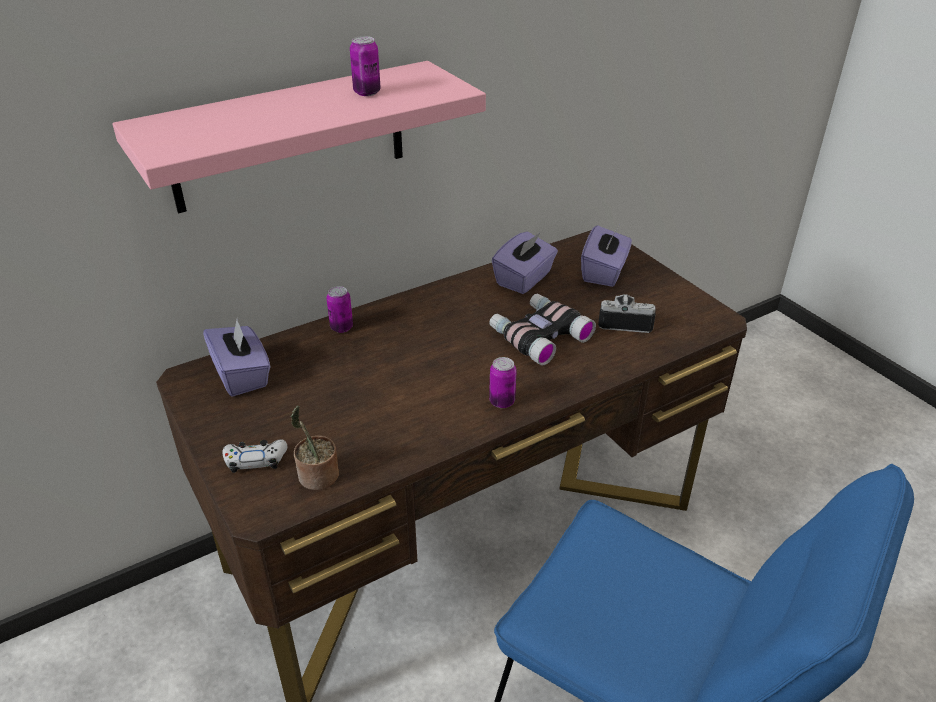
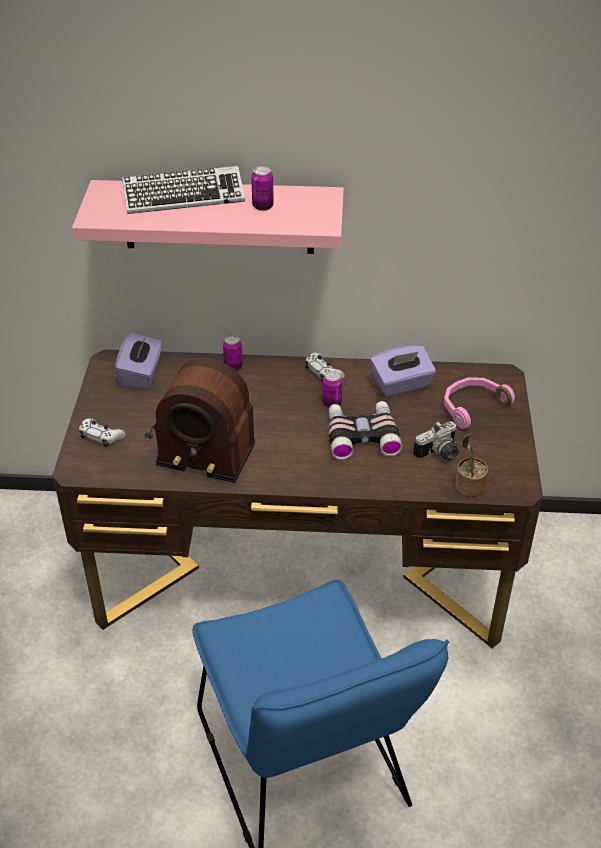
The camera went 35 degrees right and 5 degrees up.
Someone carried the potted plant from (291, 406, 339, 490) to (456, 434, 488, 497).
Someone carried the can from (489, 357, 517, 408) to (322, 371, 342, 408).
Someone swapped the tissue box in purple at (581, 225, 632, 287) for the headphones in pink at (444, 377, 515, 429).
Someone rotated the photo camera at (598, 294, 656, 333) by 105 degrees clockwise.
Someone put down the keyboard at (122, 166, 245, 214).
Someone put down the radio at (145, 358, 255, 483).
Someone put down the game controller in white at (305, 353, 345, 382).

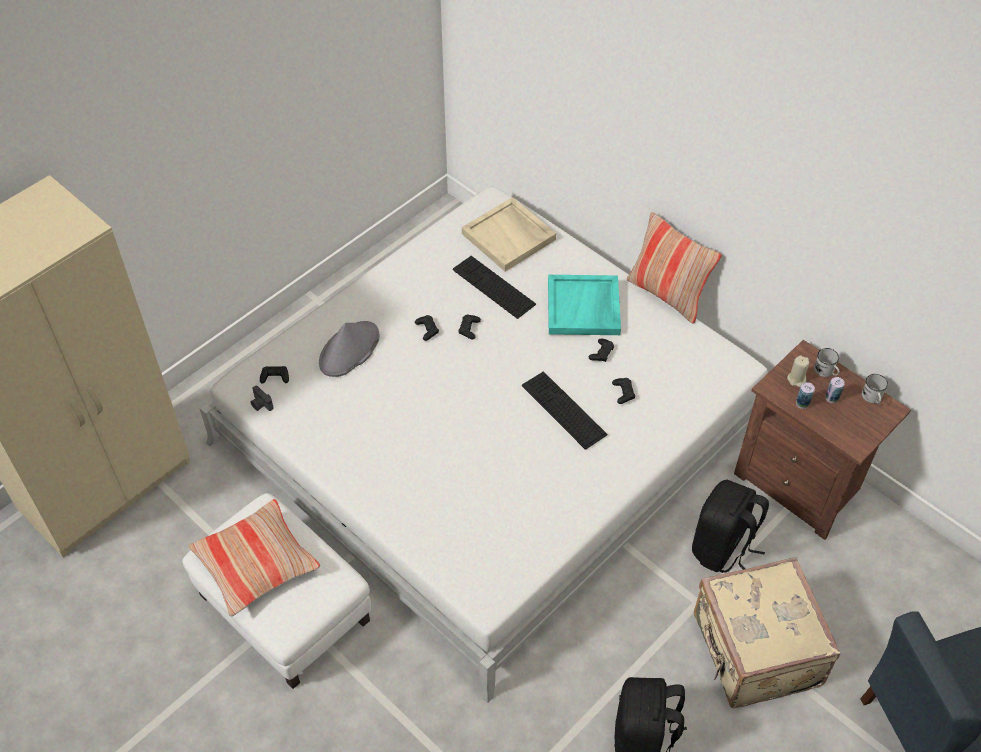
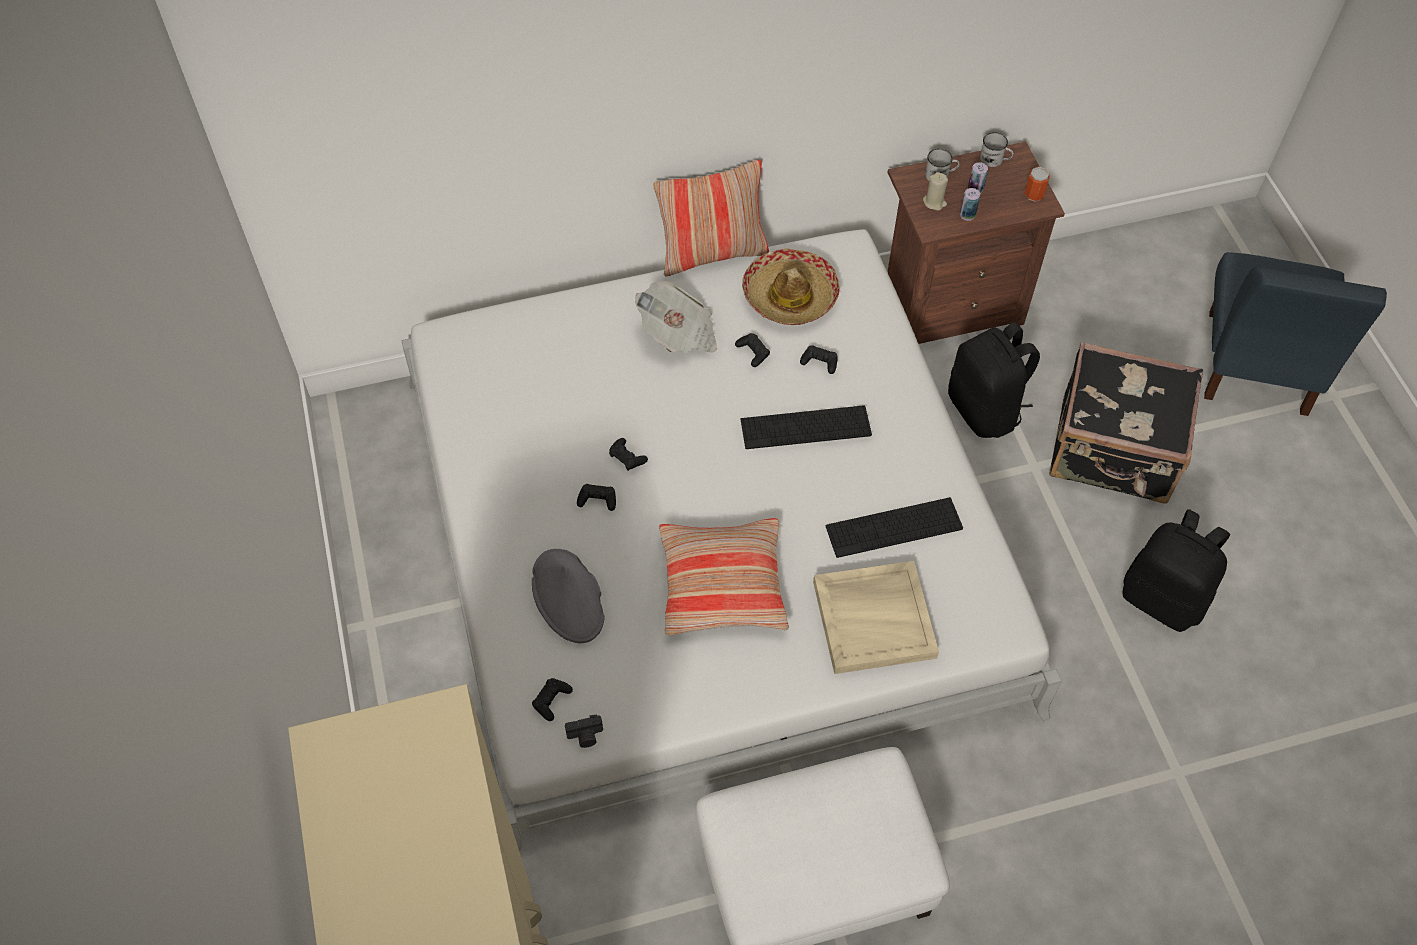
The camera went 60 degrees left and 5 degrees up.
Someone carried the pillow from (189, 499, 320, 617) to (659, 518, 789, 635).
Someone carried the keyboard from (453, 256, 536, 319) to (826, 497, 963, 558).
Someone carried the tray in beige from (462, 197, 556, 271) to (813, 561, 939, 674).
Someone swapped the tray in turquoise at (548, 275, 621, 335) for the newspaper at (635, 281, 717, 355).
Someone repainted the suitcase in beige at (694, 557, 840, 708), which became the suitcase in black at (1049, 342, 1203, 504).
Someone put down the hat at (742, 248, 840, 325).
Someone put down the can at (1024, 167, 1050, 202).

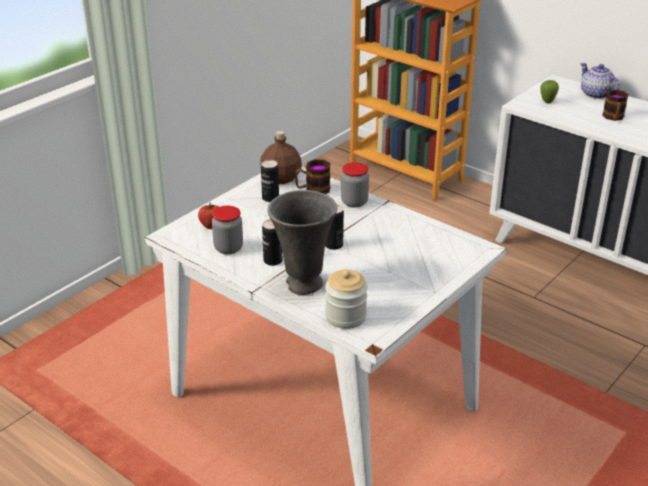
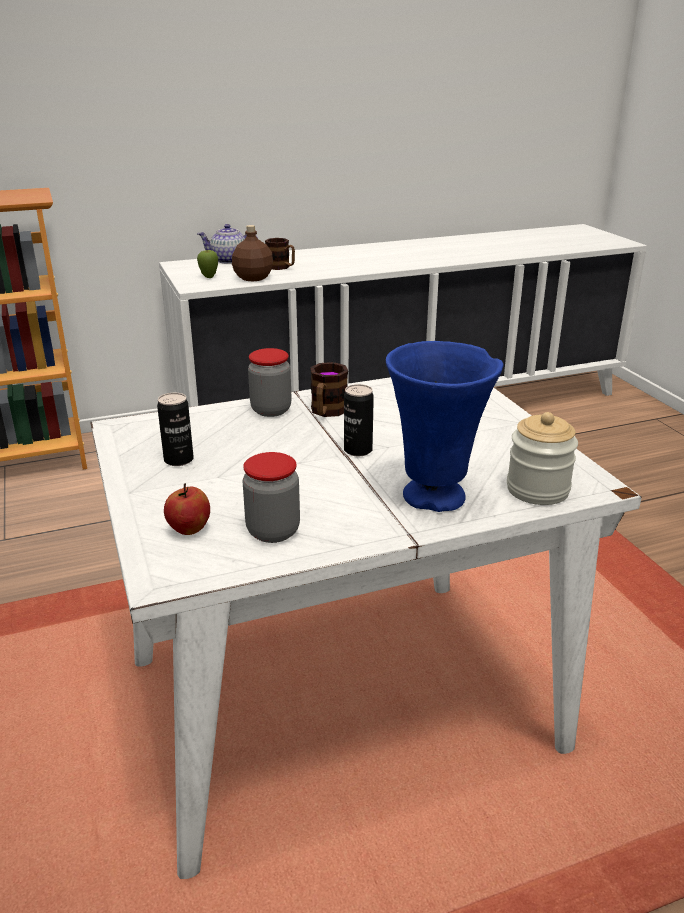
The camera went 60 degrees left and 5 degrees down.
Someone carried the bottle in brown from (260, 131, 302, 184) to (232, 225, 273, 281).
Someone took away the can at (262, 219, 282, 266).
Someone repainted the vase in grey at (267, 190, 337, 295), which became the vase in blue at (386, 341, 504, 512).
Someone carried the mug from (295, 159, 331, 194) to (310, 362, 348, 417).

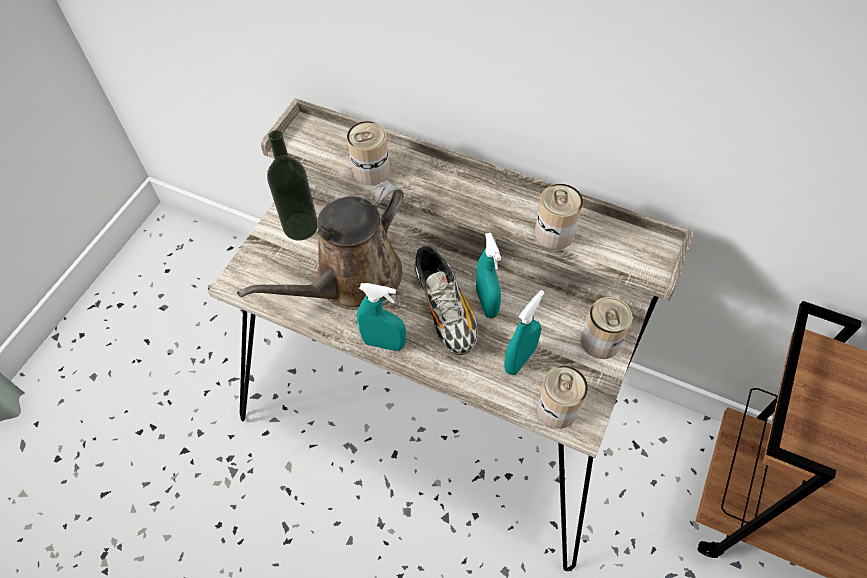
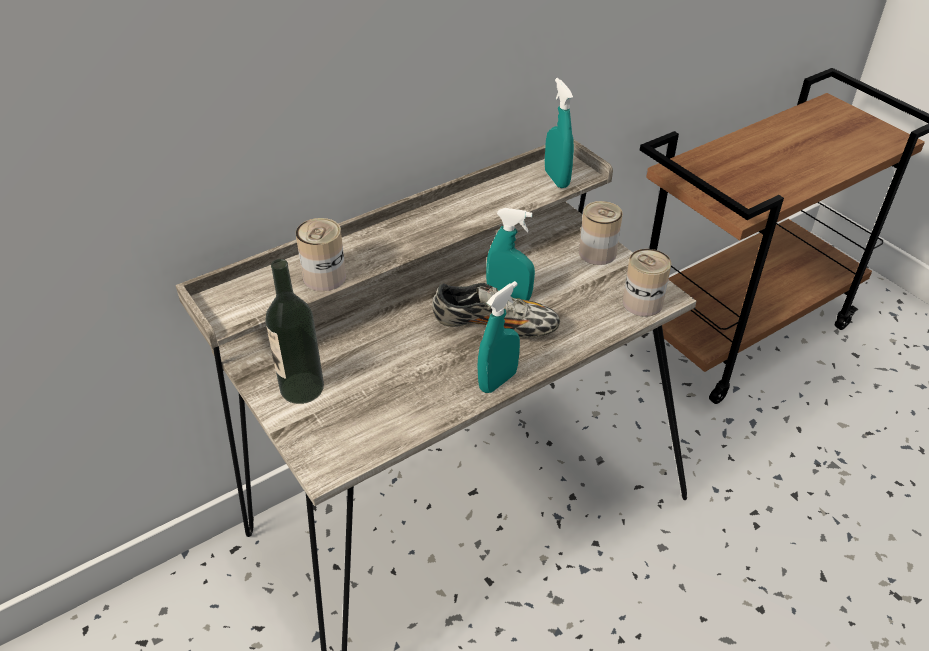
The camera went 60 degrees left and 15 degrees down.
Someone took away the watering can in brown at (237, 181, 404, 310).
Someone carried the spray bottle in turquoise from (504, 290, 545, 375) to (545, 78, 574, 188).
Someone took away the can at (535, 184, 583, 250).

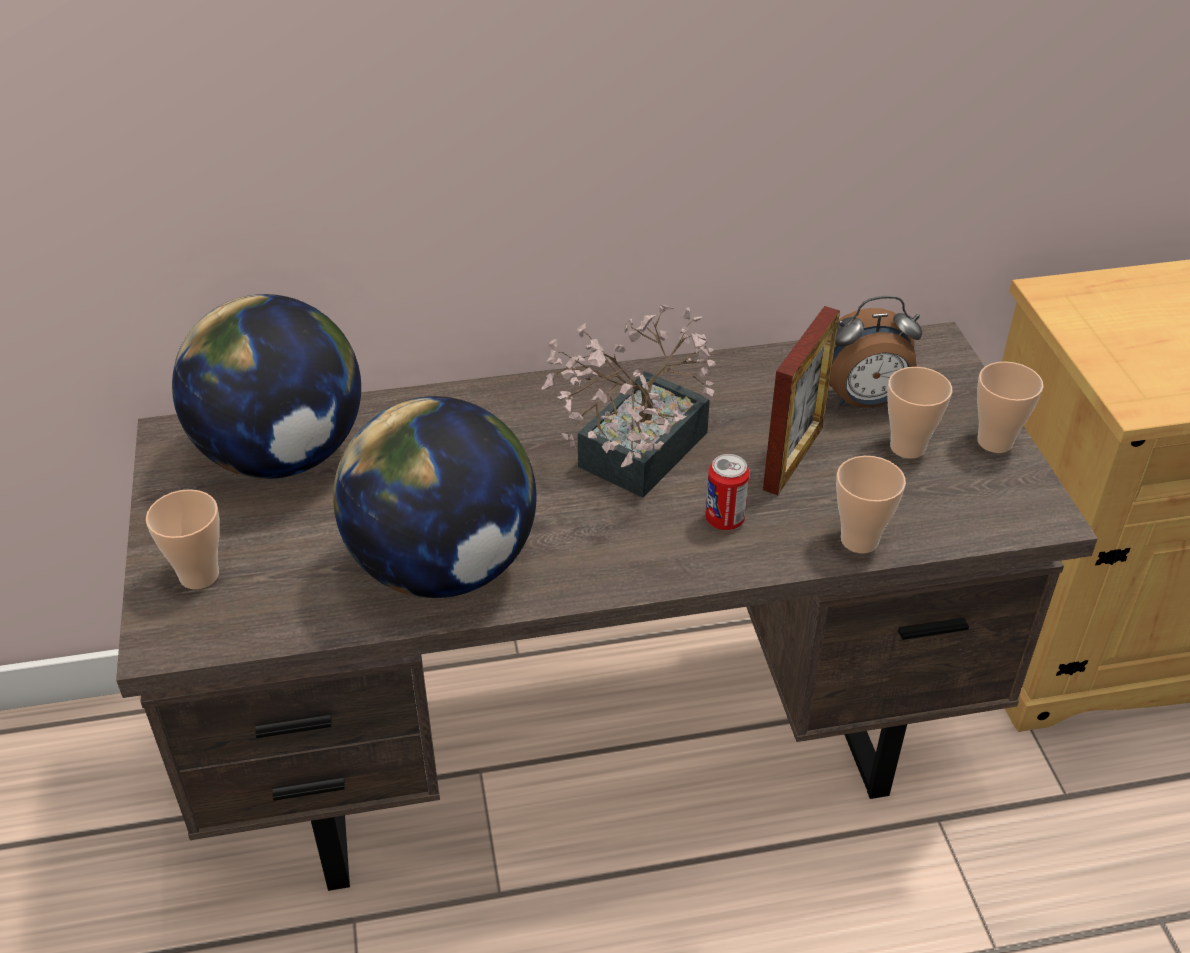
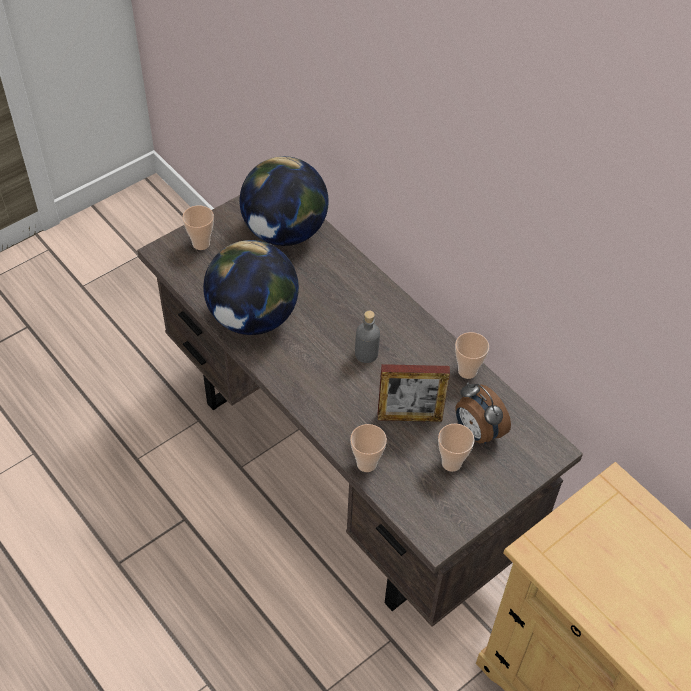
The camera went 60 degrees right and 10 degrees up.
Someone swapped the potted plant at (541, 304, 715, 498) for the bottle in grey at (355, 311, 380, 363).
Someone took away the can at (705, 454, 749, 530).
Someone carried the cup from (977, 362, 1043, 453) to (455, 332, 489, 379).

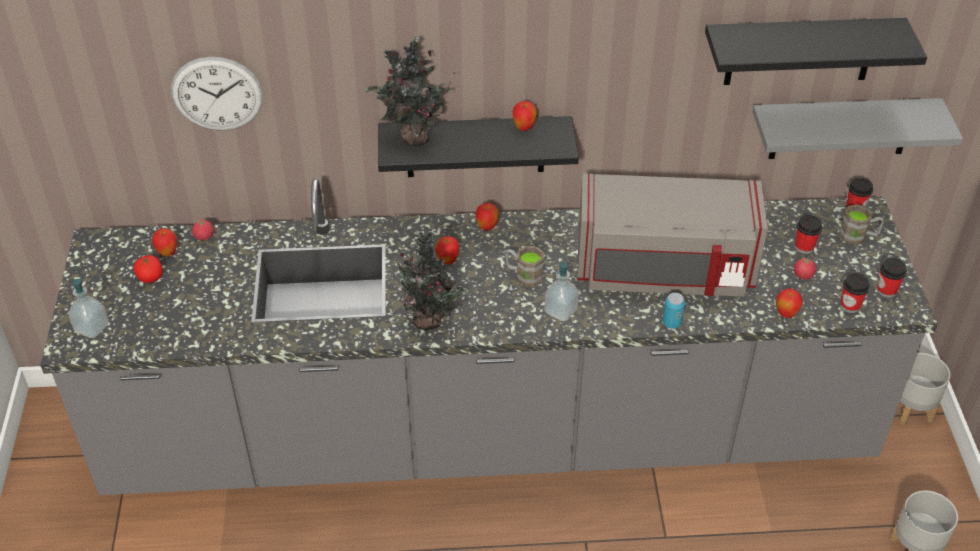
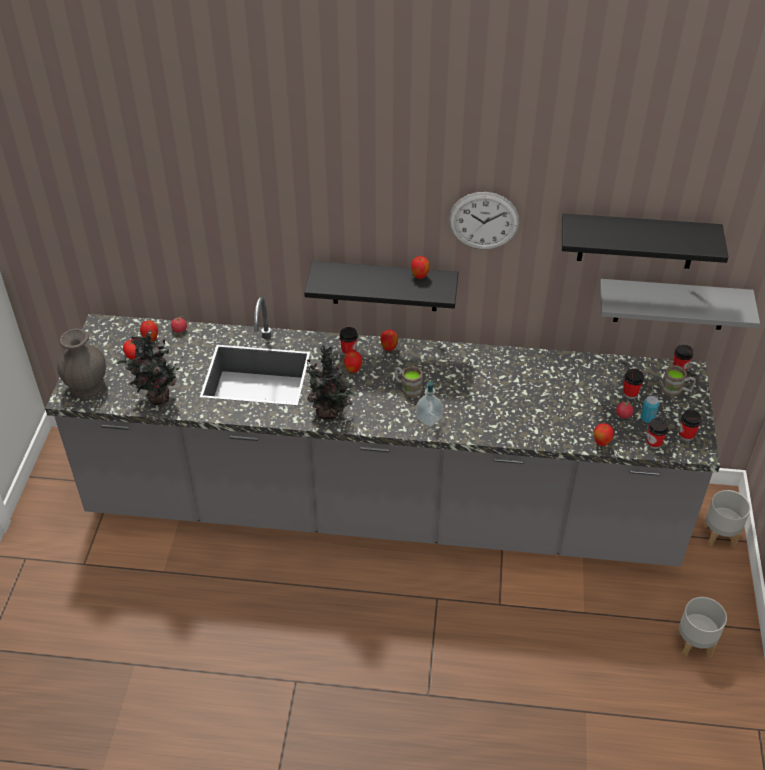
The camera went 10 degrees right and 0 degrees up.
Someone swapped the soap dispenser at (68, 277, 109, 338) for the vase in grey at (57, 329, 106, 399).
Someone carried the wall clock from (171, 56, 263, 131) to (449, 192, 519, 249).
Someone carried the potted plant from (365, 35, 455, 147) to (116, 330, 181, 405).
Someone took away the microwave in grey at (577, 174, 768, 297).
Someone carried the can from (663, 293, 685, 329) to (641, 396, 659, 423).
Someone put down the cup at (339, 327, 358, 356).

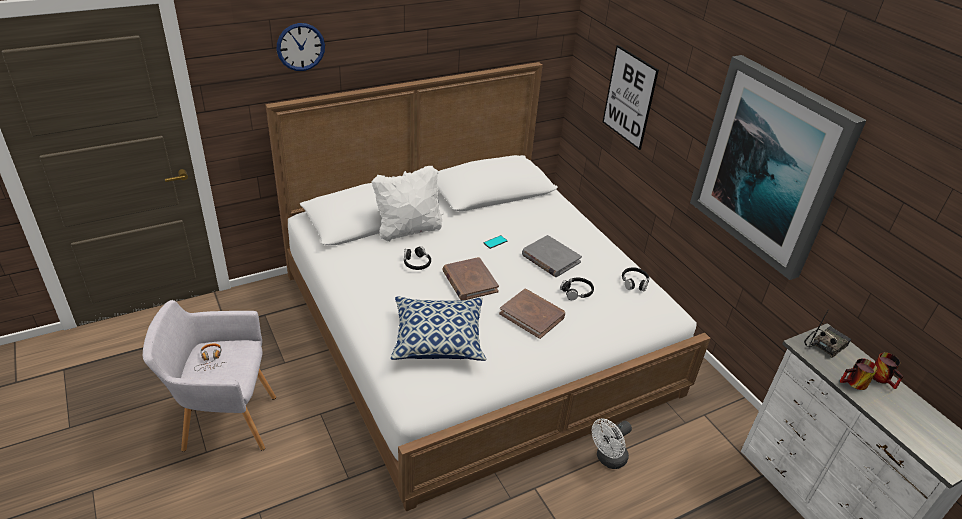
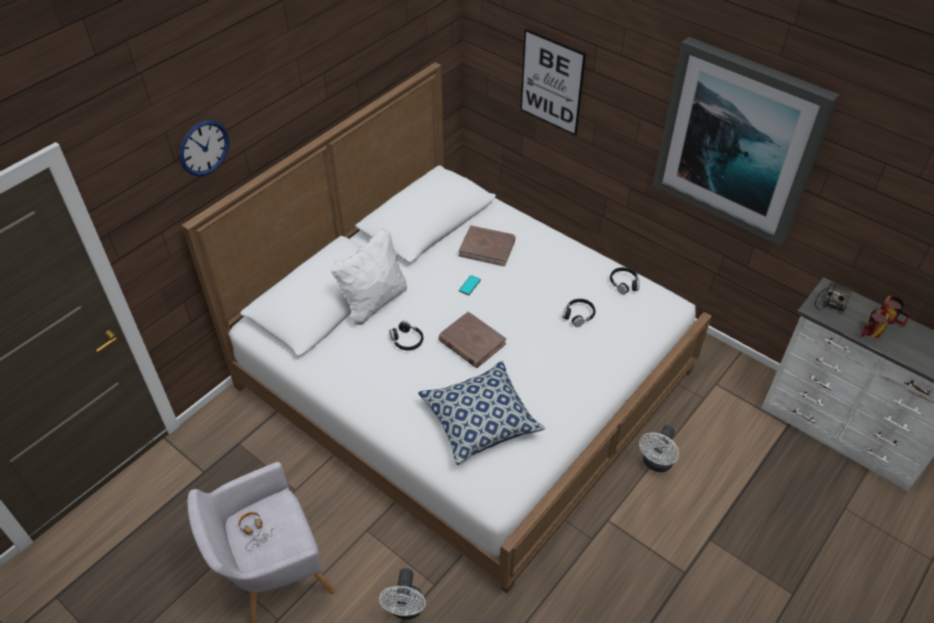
The camera went 20 degrees left and 10 degrees up.
Someone carried the book in brown from (499, 289, 565, 339) to (459, 225, 515, 266).
Someone took away the book in grey at (522, 235, 582, 277).
Someone put down the fan in white at (379, 568, 426, 620).

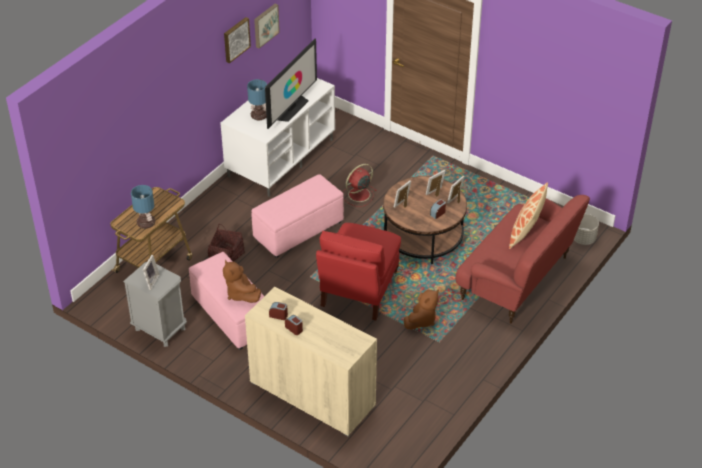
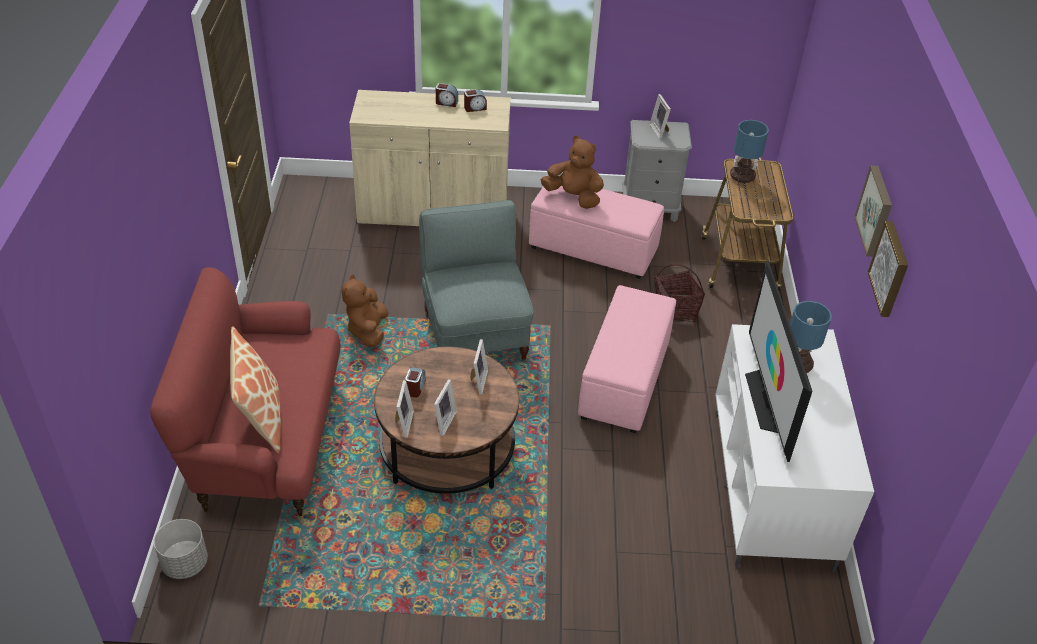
The camera went 145 degrees right and 0 degrees up.
Someone carried the picture from (254, 4, 280, 48) to (854, 165, 892, 257).
Someone repainted the armchair in red at (316, 223, 401, 321), which became the armchair in grey at (419, 200, 534, 363).
Someone took away the fan in red at (343, 164, 377, 207).

